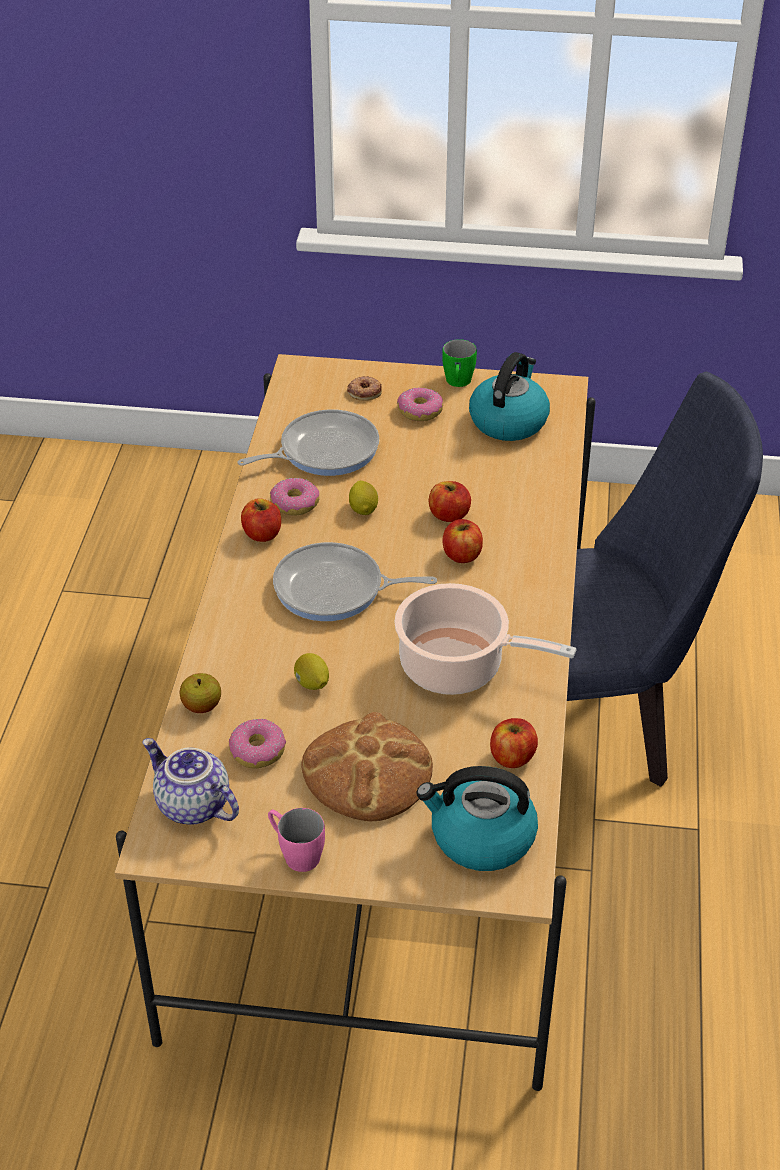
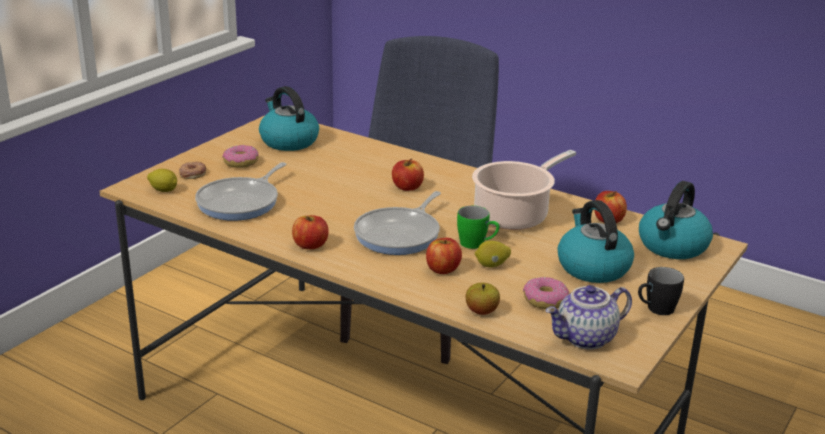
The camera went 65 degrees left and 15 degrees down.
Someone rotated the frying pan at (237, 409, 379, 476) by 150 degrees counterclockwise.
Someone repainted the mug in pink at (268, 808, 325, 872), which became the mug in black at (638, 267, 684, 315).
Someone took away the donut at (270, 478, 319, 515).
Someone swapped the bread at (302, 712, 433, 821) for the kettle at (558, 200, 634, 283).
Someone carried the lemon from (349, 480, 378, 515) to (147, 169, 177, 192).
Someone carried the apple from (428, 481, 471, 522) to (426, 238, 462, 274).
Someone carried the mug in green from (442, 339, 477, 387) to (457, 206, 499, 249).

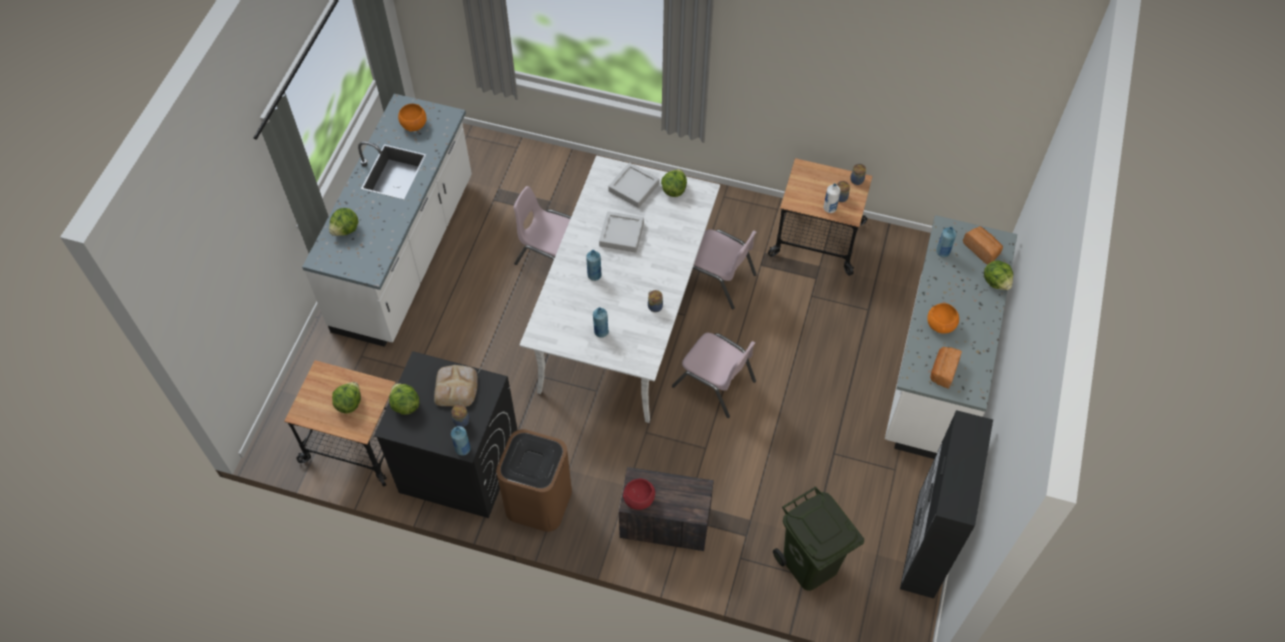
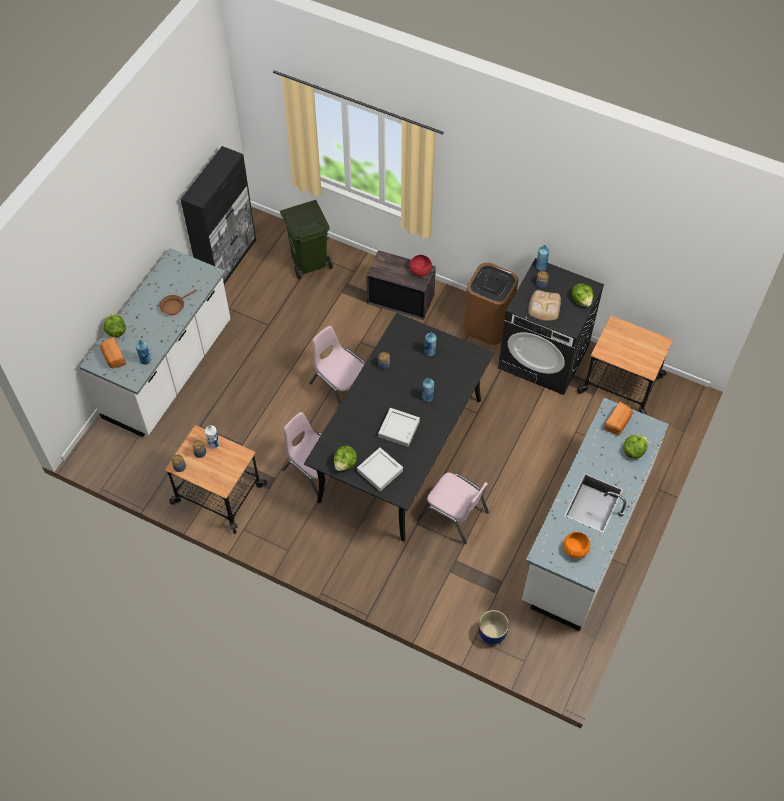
The camera went 170 degrees left and 0 degrees up.
Someone took away the lettuce at (332, 382, 361, 414).
Someone repainted the dining table in white at (520, 156, 720, 423), which became the dining table in black at (304, 313, 494, 542).
Someone swapped the bowl in orange at (927, 303, 959, 334) for the frying pan in brown at (159, 289, 197, 315).
Someone carried the bread from (930, 347, 962, 389) to (604, 402, 633, 435).
Someone put down the planter in blue at (479, 610, 509, 645).

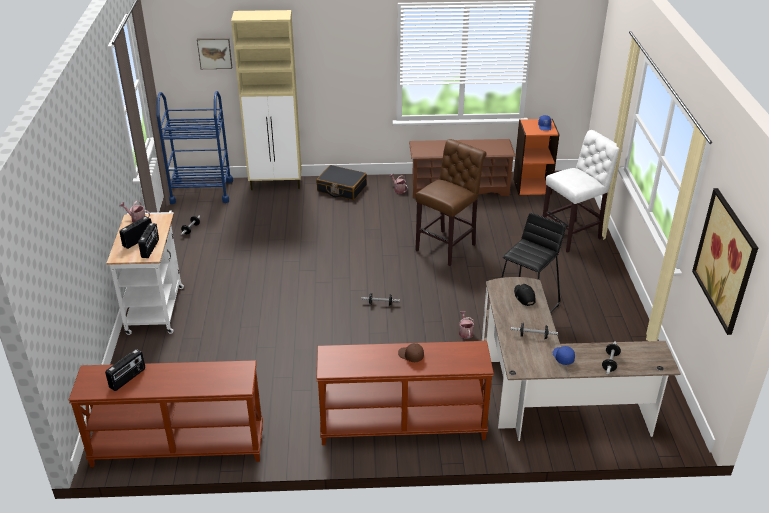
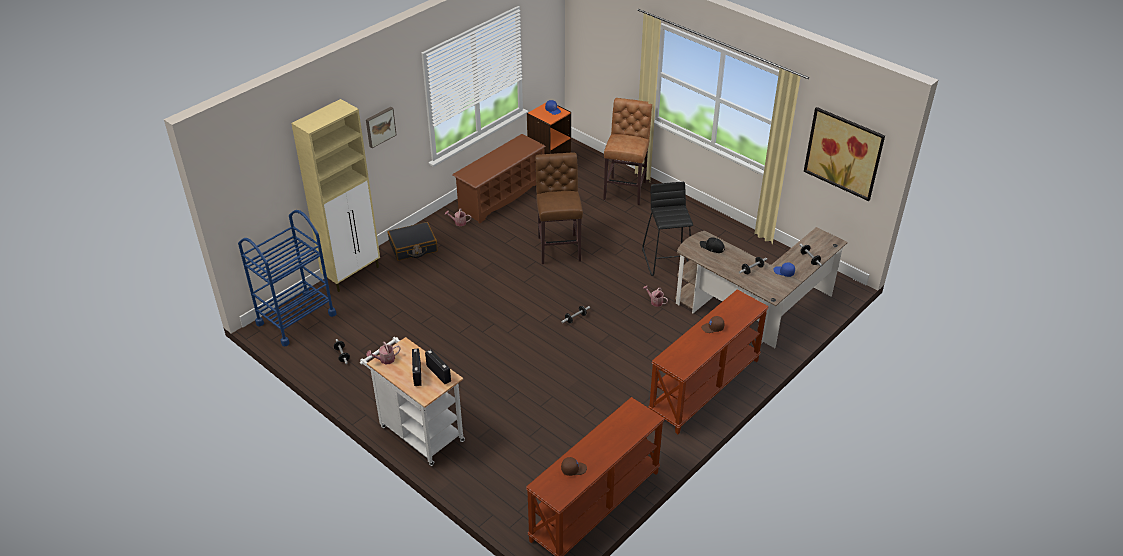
The camera went 45 degrees left and 5 degrees up.
Someone swapped the radio at (105, 349, 145, 391) for the cap in brown at (561, 457, 587, 476).
Someone carried the picture from (197, 38, 232, 69) to (366, 107, 396, 148).
Someone repainted the stool in white at (542, 130, 623, 253), which became the stool in brown at (603, 98, 652, 205).

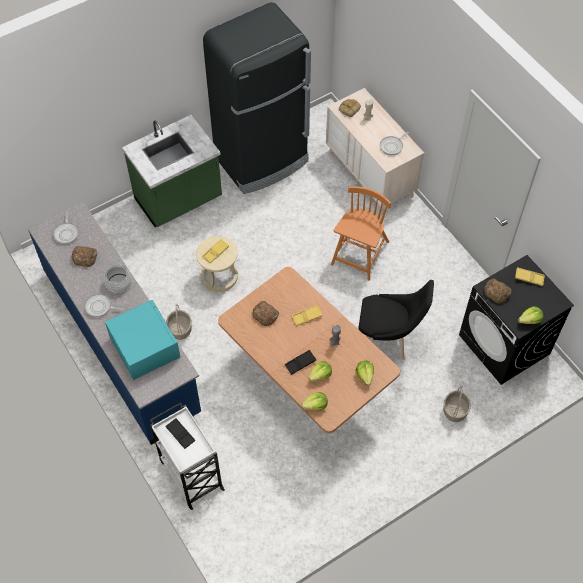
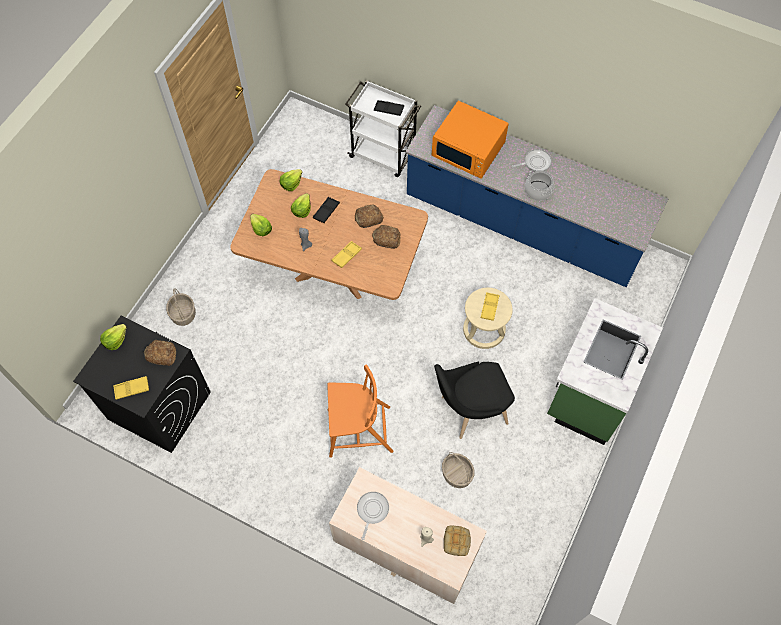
The camera went 150 degrees right and 5 degrees up.
Someone took away the frying pan at (53, 211, 79, 244).
Someone carried the bread from (72, 246, 97, 267) to (355, 205, 384, 228).
Someone repainted the microwave in turquoise at (105, 300, 180, 380), which became the microwave in orange at (432, 101, 509, 179).
Someone carried the basket from (166, 305, 192, 340) to (442, 452, 474, 488).
Someone took away the fridge in black at (203, 2, 311, 194).
Someone rotated the chair in orange at (331, 186, 391, 281) by 90 degrees counterclockwise.
Someone carried the chair in black from (358, 280, 434, 360) to (434, 362, 515, 439).

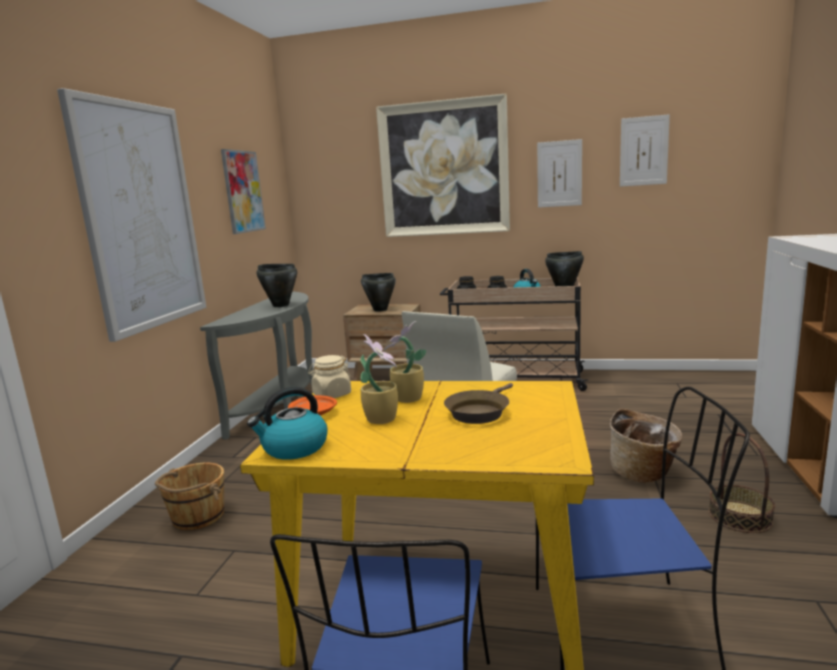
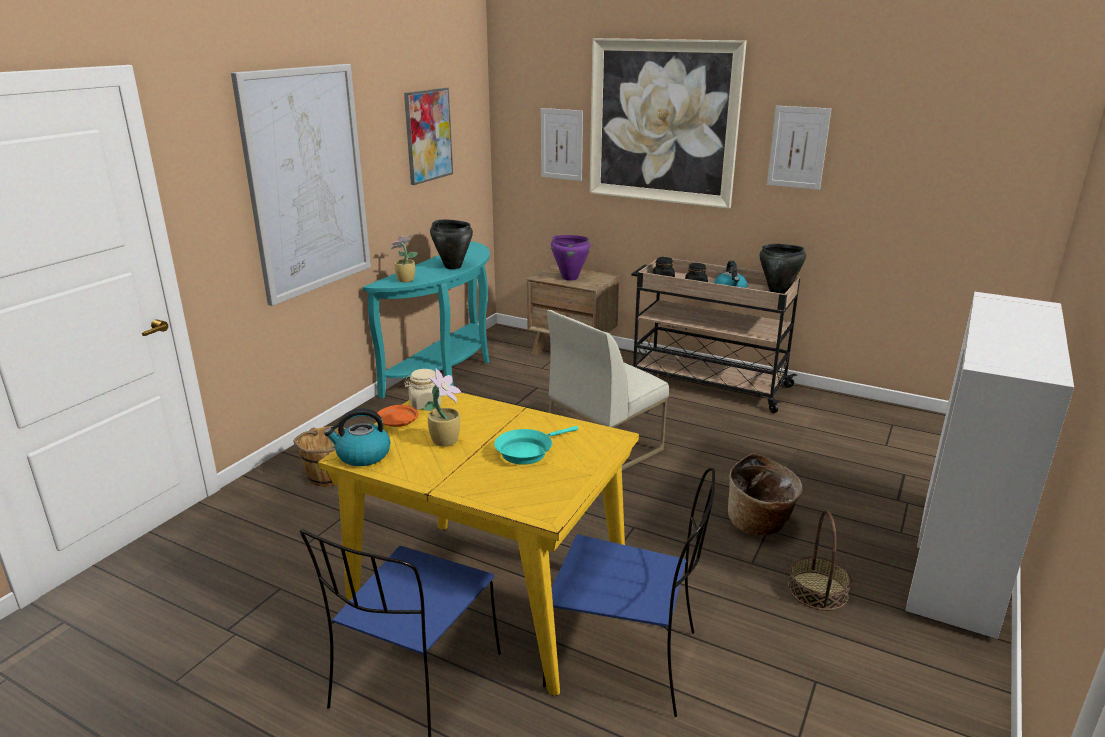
The camera went 15 degrees right and 10 degrees up.
Someone repainted the console table in grey at (200, 291, 313, 440), which became the console table in turquoise at (362, 241, 490, 398).
Someone repainted the cooking pot in black at (361, 273, 396, 312), which became the cooking pot in purple at (551, 235, 591, 281).
Someone carried the potted plant from (384, 321, 426, 403) to (390, 234, 418, 282).
Someone repainted the frying pan in brown at (444, 383, 513, 424), which became the frying pan in turquoise at (494, 426, 578, 465).
Someone carried the picture from (620, 114, 670, 187) to (541, 108, 583, 181).

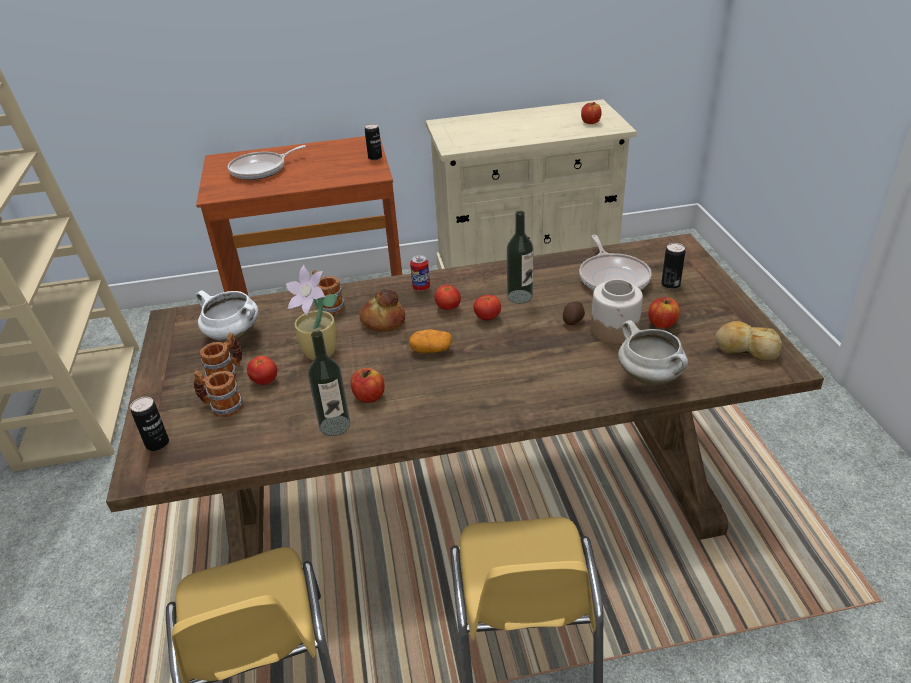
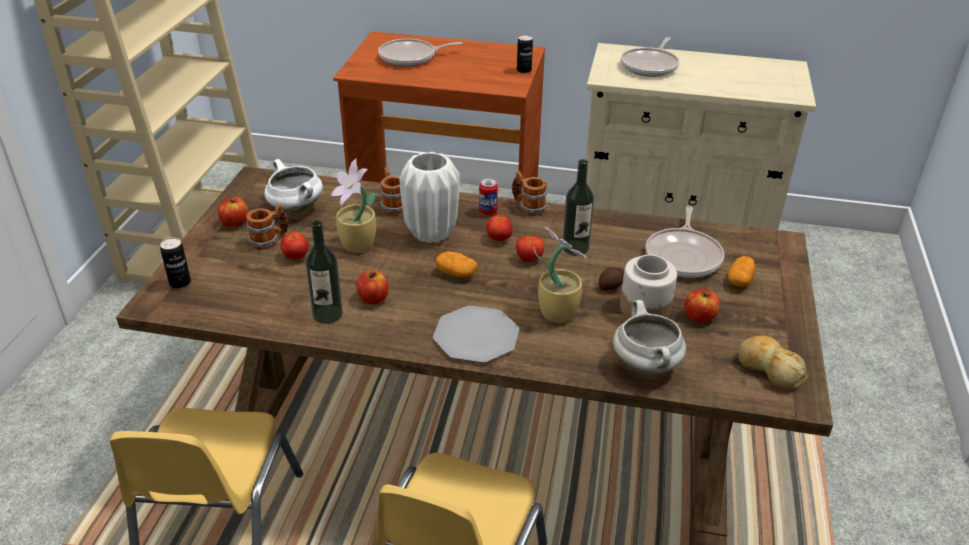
The camera went 20 degrees right and 0 degrees up.
Someone carried the mug from (193, 370, 243, 417) to (512, 171, 547, 216).
Someone swapped the bread at (360, 289, 405, 332) for the vase in white at (399, 152, 460, 243).
Someone carried the apple from (581, 102, 602, 124) to (218, 197, 248, 228).
Someone swapped the can at (661, 243, 685, 289) for the potato at (728, 256, 755, 287).
Someone put down the plate at (433, 306, 519, 363).
Someone put down the potted plant at (533, 227, 587, 323).
Someone put down the frying pan at (621, 37, 679, 77).

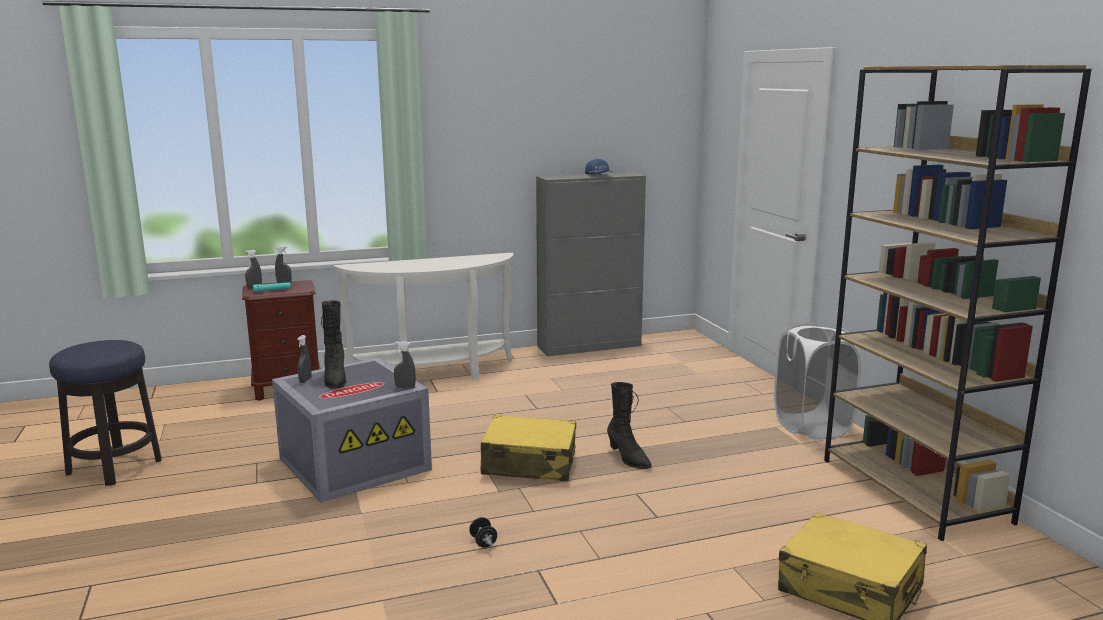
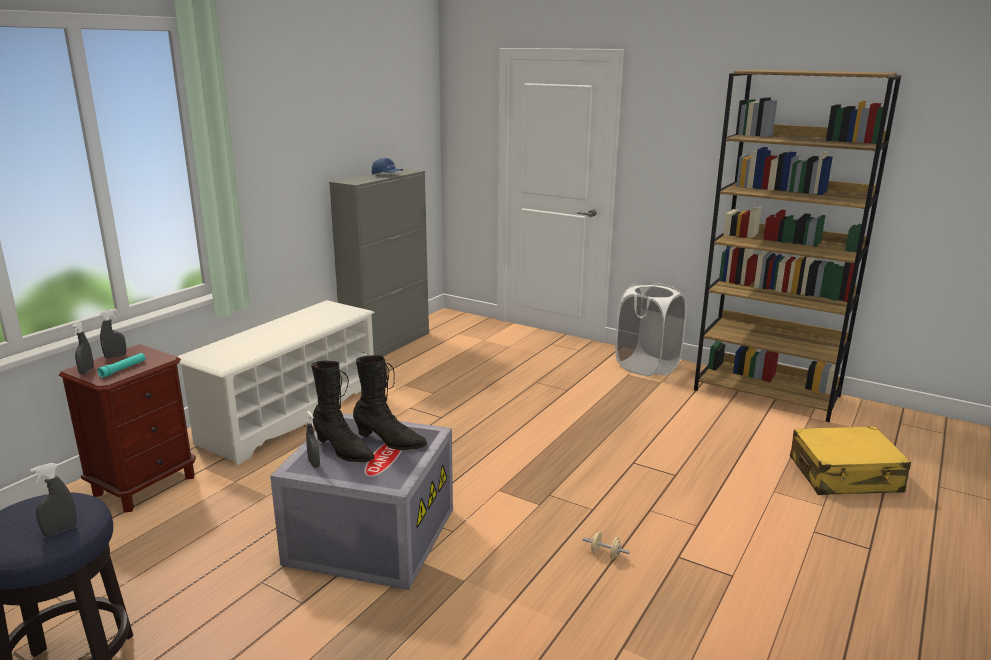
The camera went 40 degrees left and 5 degrees up.
Someone swapped the console table in white at (334, 253, 514, 380) for the shoe rack in white at (177, 300, 375, 465).
Someone carried the spray bottle in grey from (394, 341, 416, 388) to (30, 463, 77, 536).
Someone repainted the dumbbell in black at (469, 517, 497, 548), which became the dumbbell in beige at (582, 532, 630, 559).
Someone took away the suitcase in yellow at (480, 415, 576, 481).
Someone carried the boot in black from (607, 382, 652, 469) to (353, 355, 427, 450).

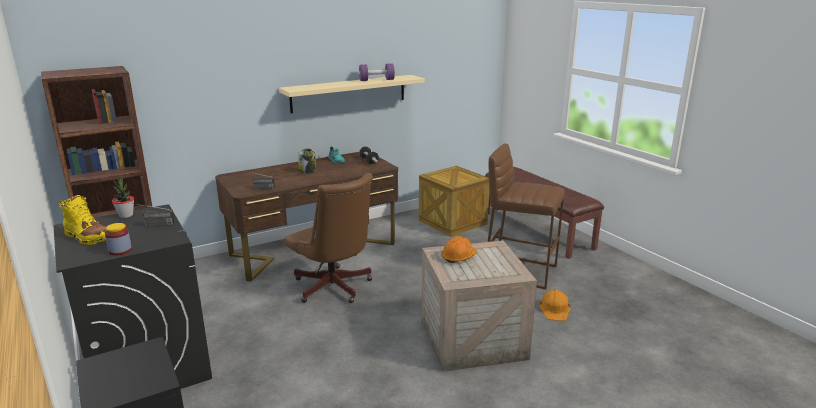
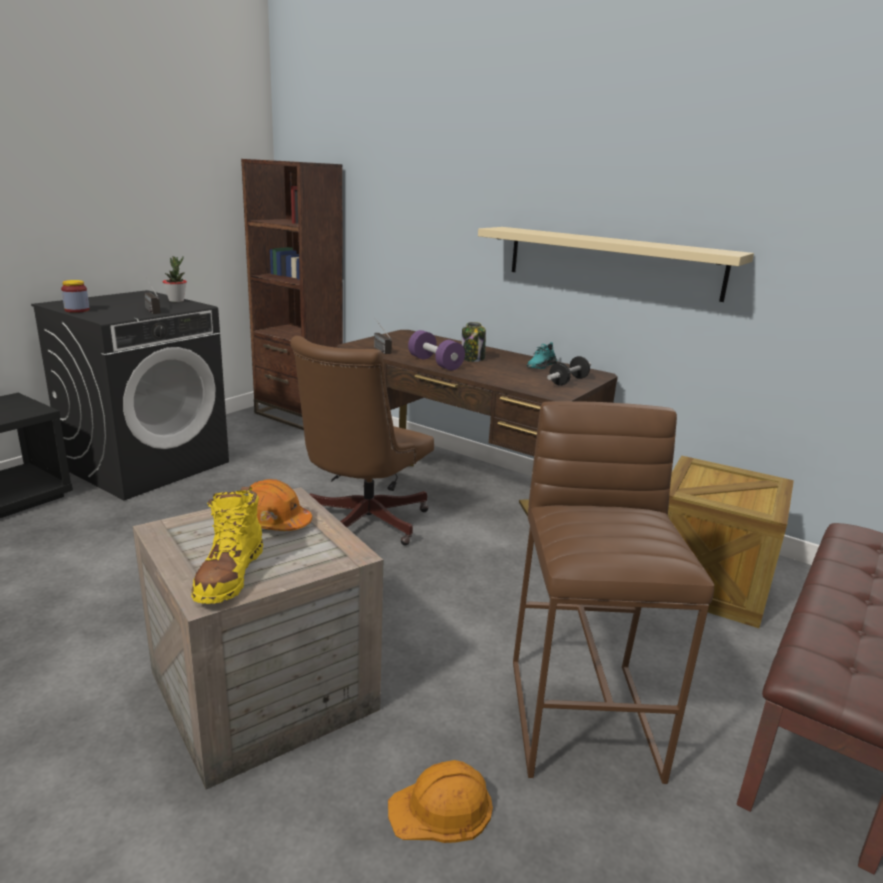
The camera went 65 degrees right and 0 degrees up.
Someone carried the boot in yellow from (58, 195, 106, 245) to (191, 486, 263, 604).
Someone carried the dumbbell in purple from (359, 64, 395, 81) to (408, 330, 465, 370).

